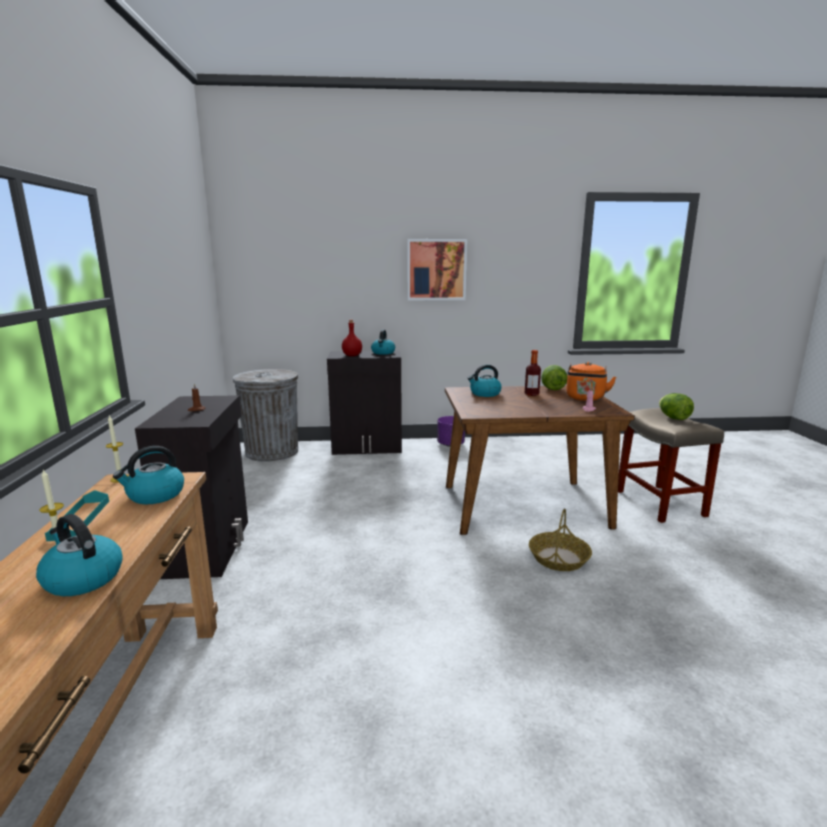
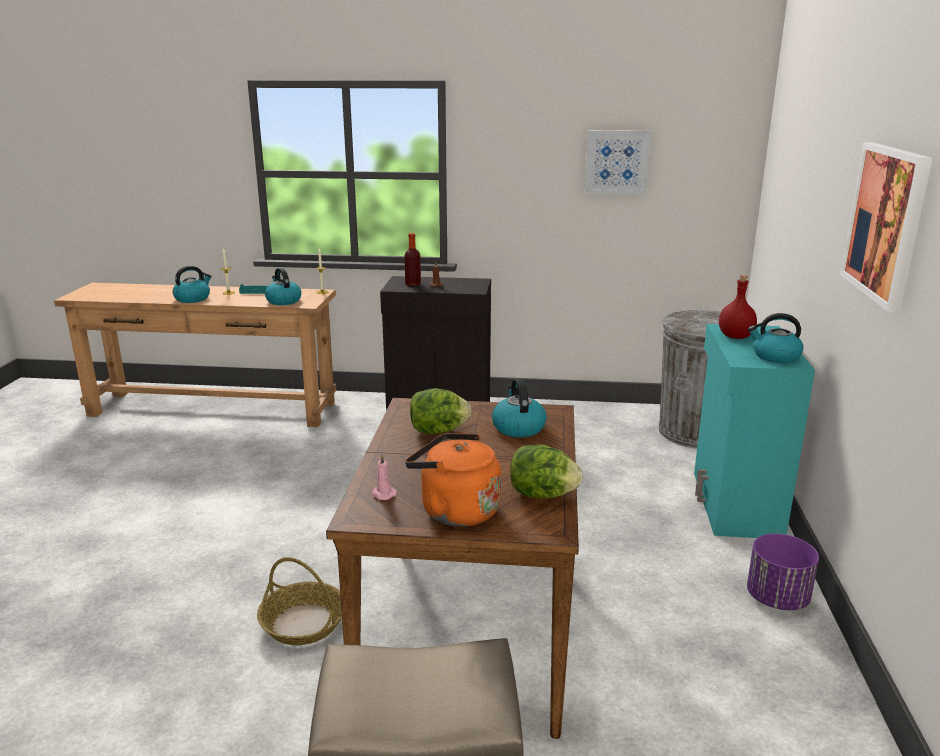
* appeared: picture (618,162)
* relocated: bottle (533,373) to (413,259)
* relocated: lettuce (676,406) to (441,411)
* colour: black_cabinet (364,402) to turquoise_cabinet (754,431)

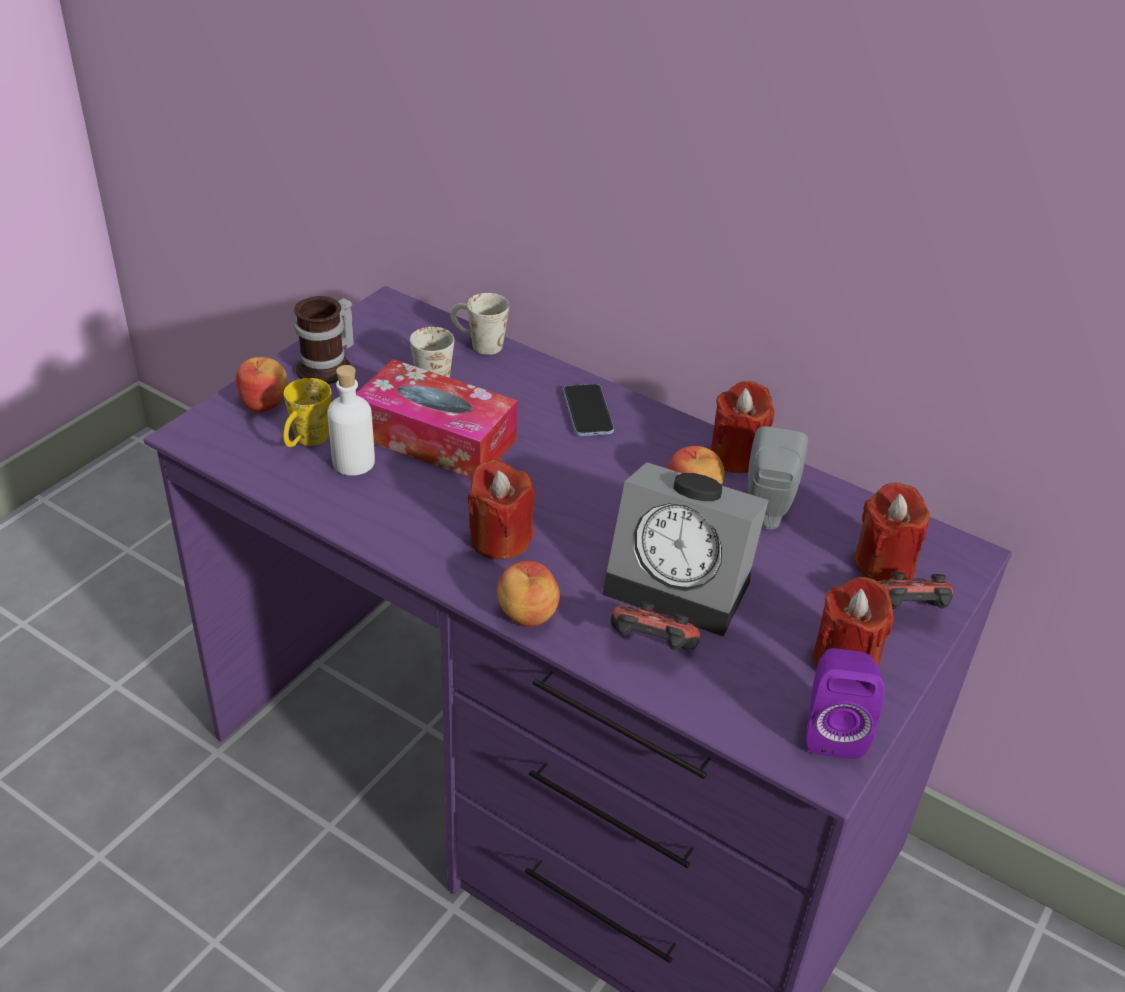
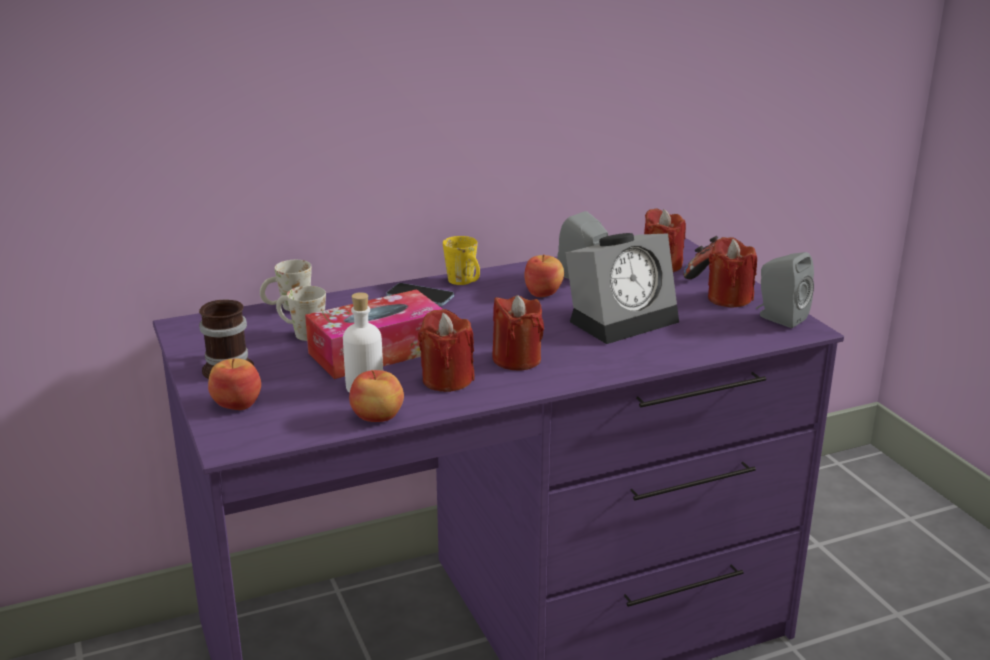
* missing: game_controller (655,625)
* relocated: yellow_mug (307,412) to (461,260)
* relocated: apple (528,594) to (376,396)
* relocated: red_candle (742,427) to (446,350)
* colour: purple_speaker (845,703) to grey_speaker (785,290)

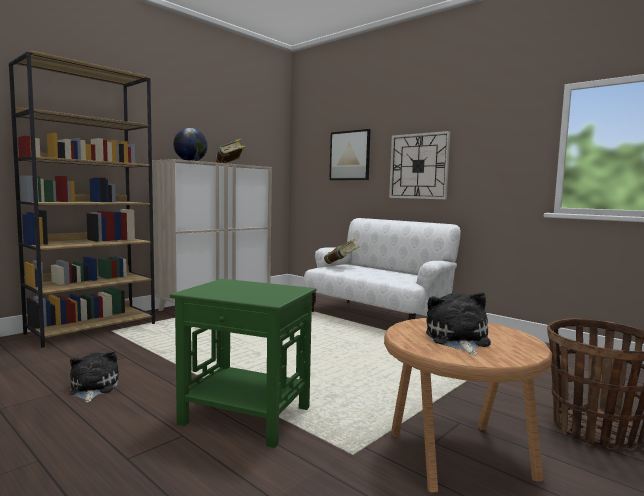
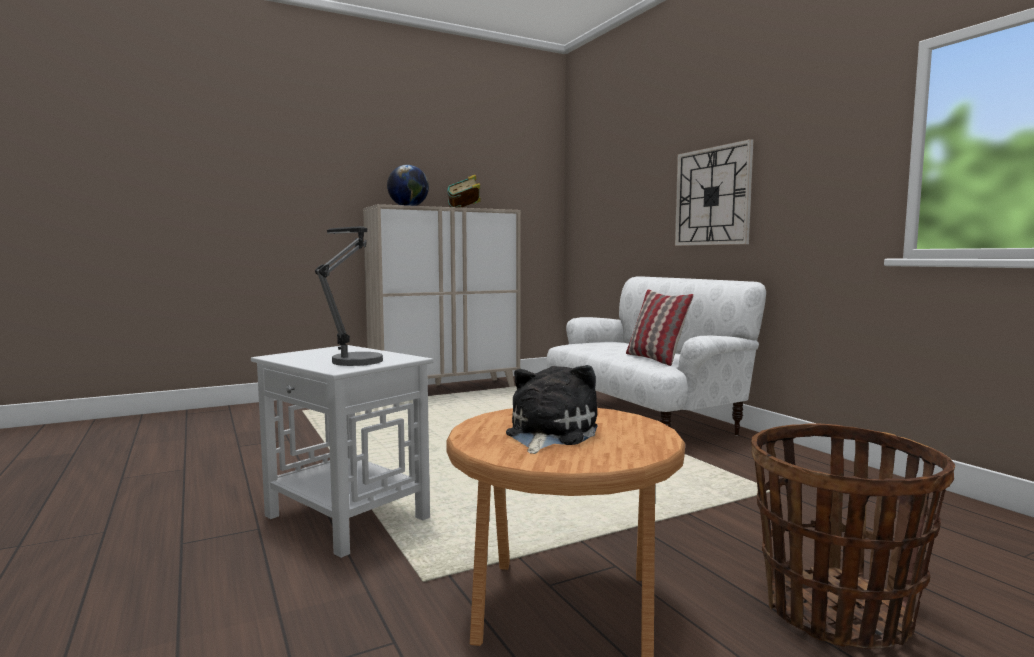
* missing: brown_bookcase (82,199)
* missing: plush_toy (94,377)
* missing: book (341,251)
* missing: picture (350,154)
* appeared: table_lamp (349,296)
* appeared: pillow (660,327)
* colour: green_side_table (243,363) to white_side_table (342,451)

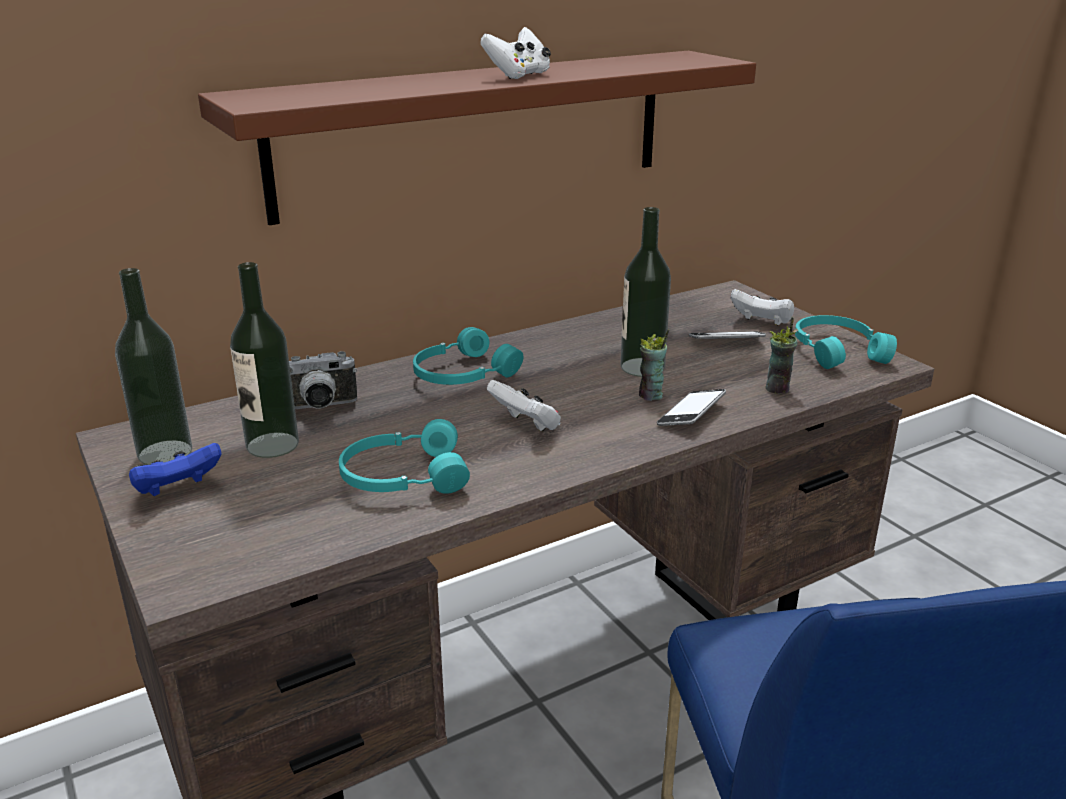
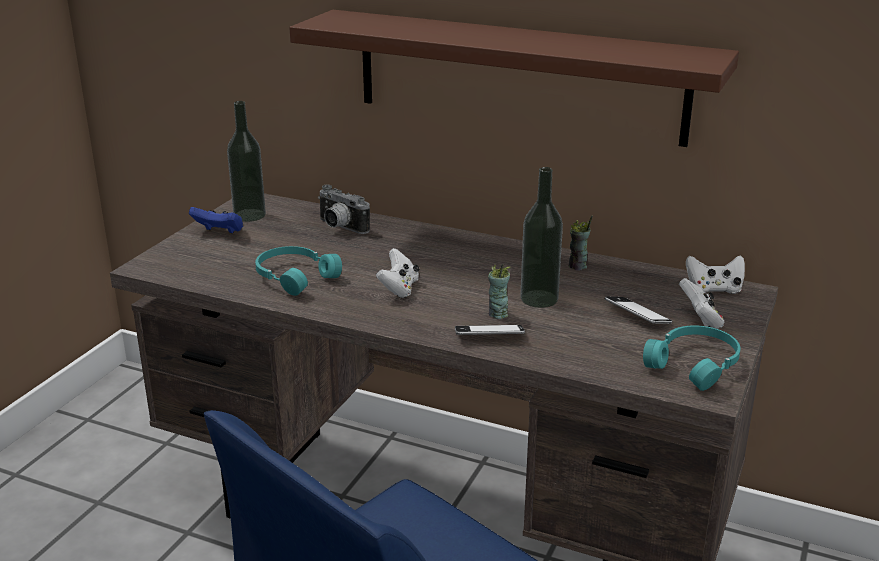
* missing: bottle (264,360)
* missing: turquoise_headphones (468,356)
* relocated: white_game_controller (516,53) to (715,274)
* relocated: cup (781,355) to (580,242)

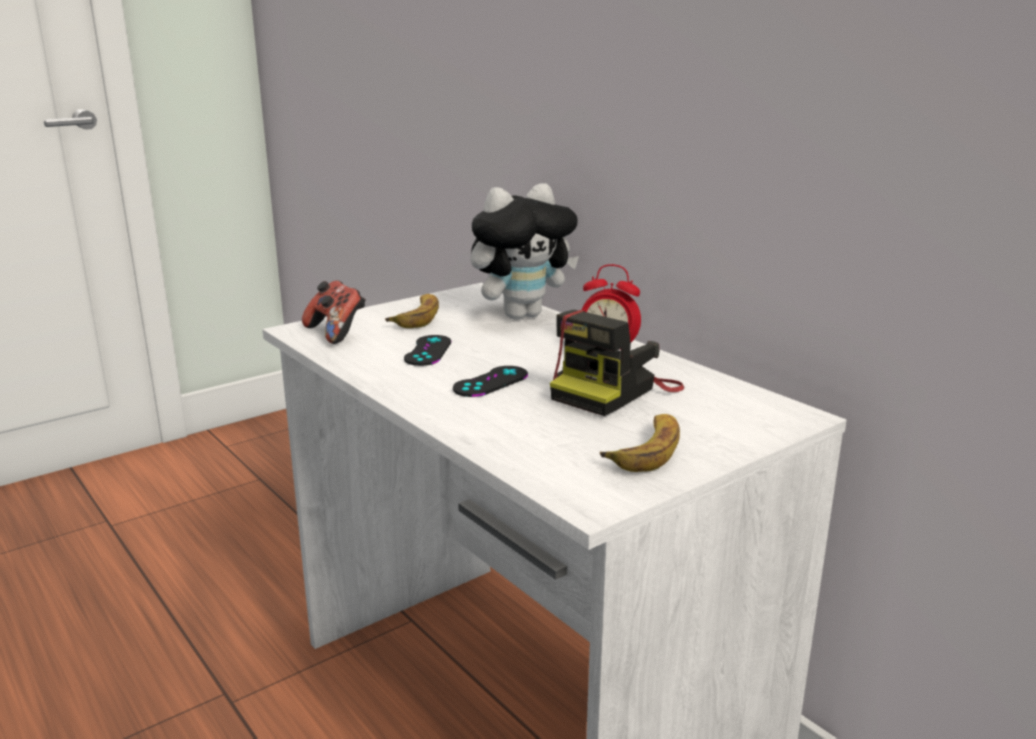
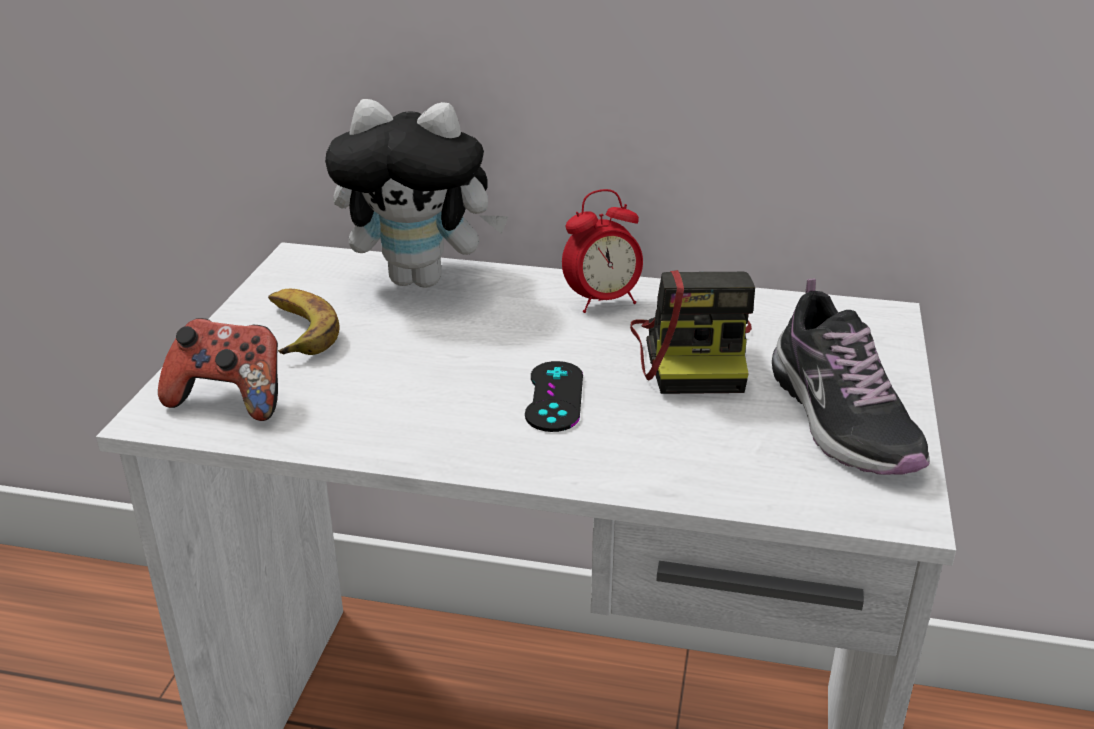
* missing: black_game_controller (427,350)
* exchanged: banana (640,443) to shoe (851,377)
* spun: plush_toy (524,251) = (417,193) 75 degrees clockwise

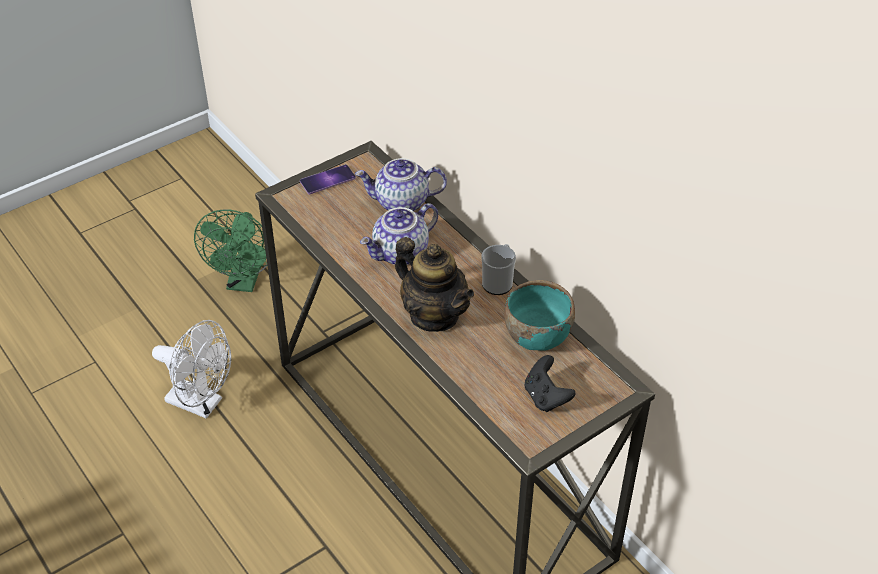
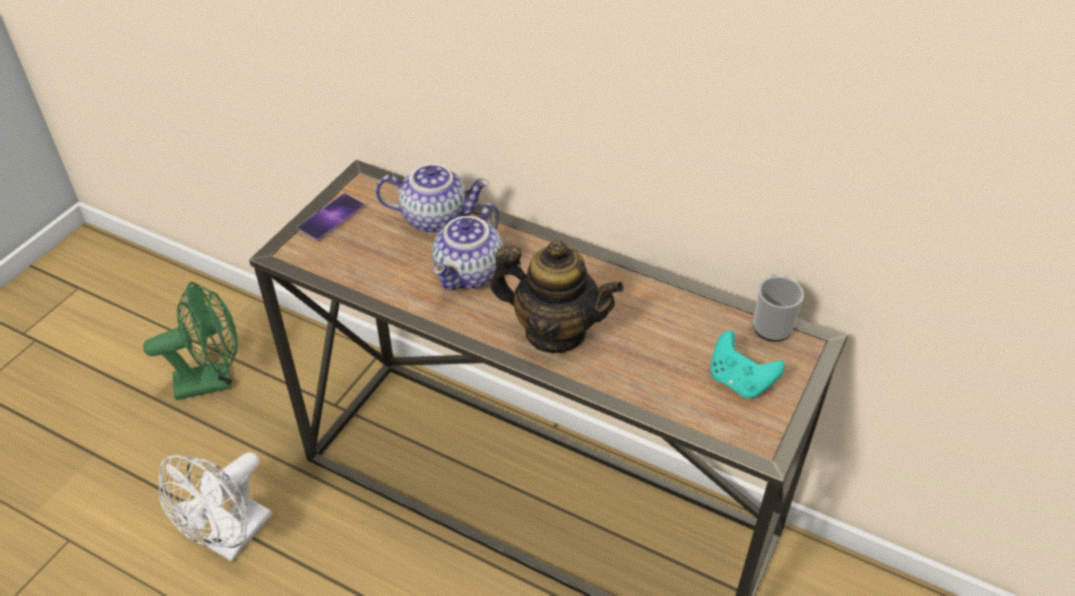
* missing: turquoise_bowl (539,315)
* relocated: mug (499,269) to (778,308)
* colour: black_game_controller (549,383) to turquoise_game_controller (747,365)
* spun: white_fan (191,369) = (215,507) 120 degrees clockwise
* spun: green_fan (231,251) = (190,341) 90 degrees counterclockwise
* spun: teapot (401,184) = (432,199) 150 degrees counterclockwise

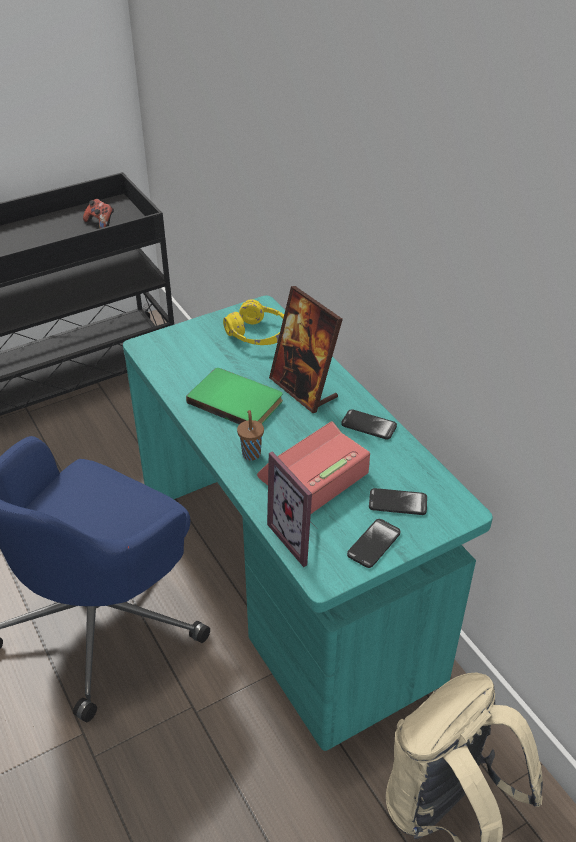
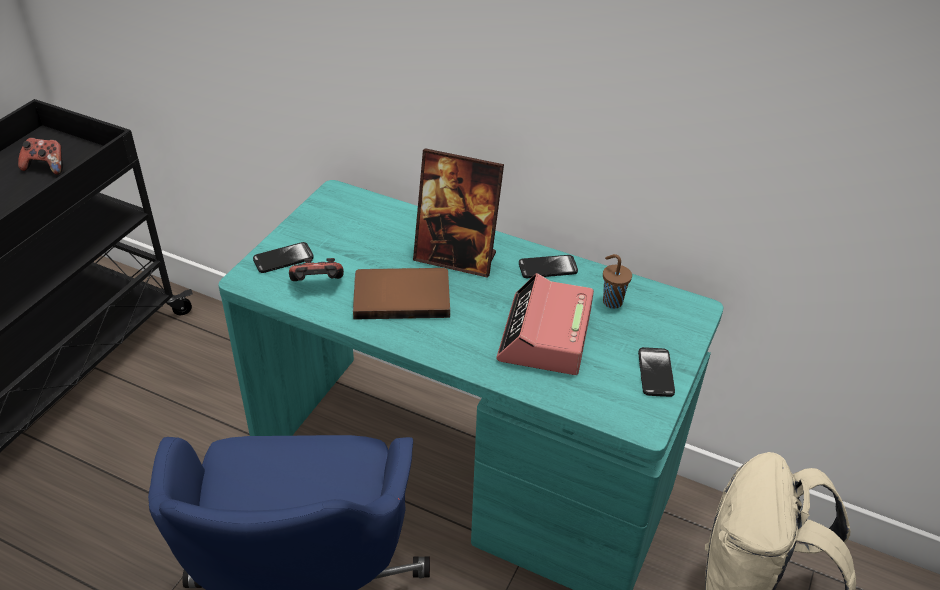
* missing: yellow_headphones (253,322)
* missing: picture_frame (289,509)
* appeared: game_controller (316,269)
* relocated: brown_cup (250,435) to (617,281)
* relocated: phone (398,501) to (283,257)
* colour: green_book (234,396) to brown_book (401,293)

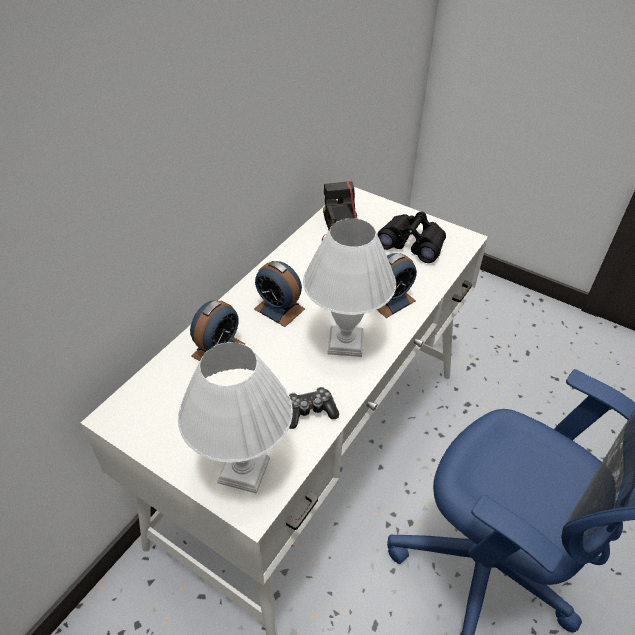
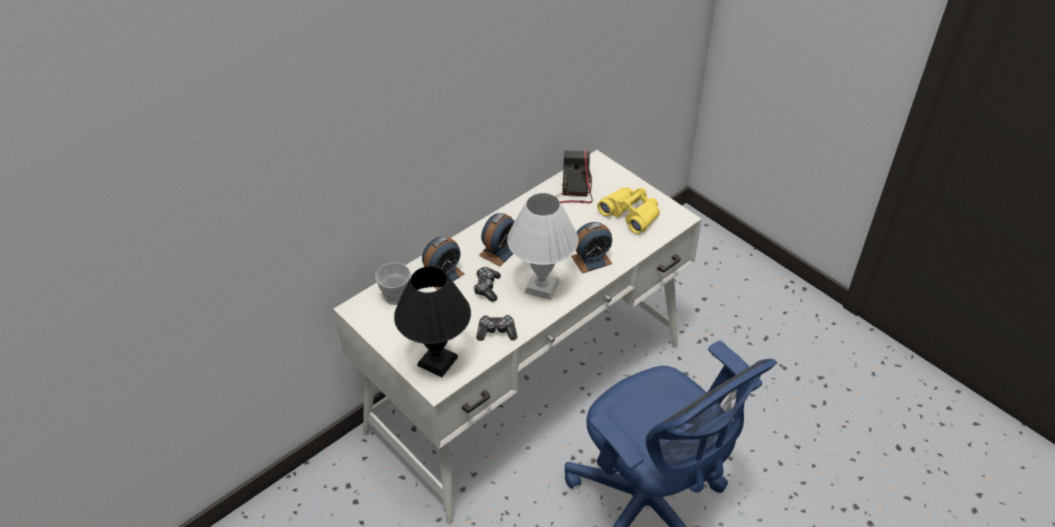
* appeared: cup (393,284)
* appeared: game_controller (487,284)
* colour: white_table_lamp (235,418) to black_table_lamp (432,321)
* colour: black_binoculars (411,237) to yellow_binoculars (628,211)
* spun: alarm_clock (279,294) = (497,240) 105 degrees counterclockwise

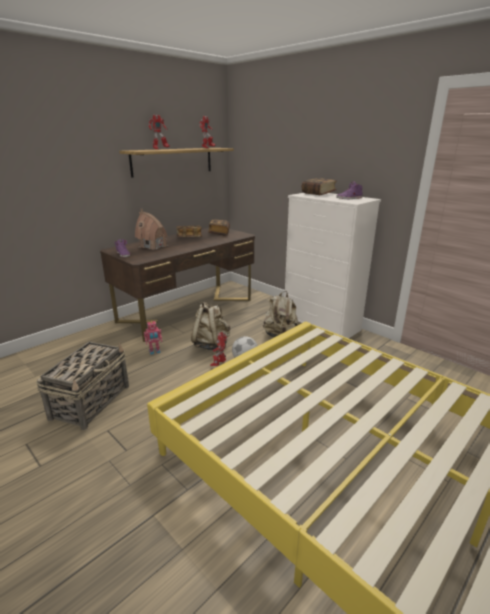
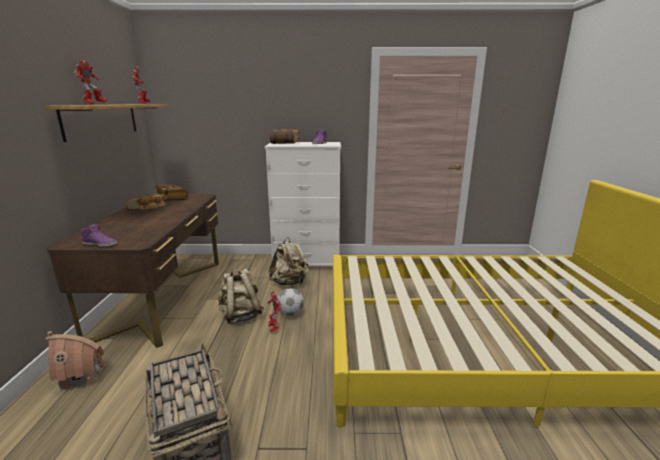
* missing: toy_robot (153,338)
* relocated: toy_house (151,229) to (76,361)

